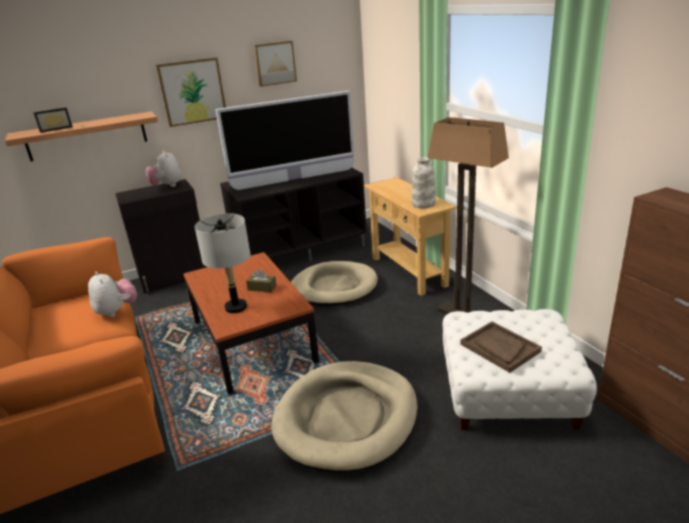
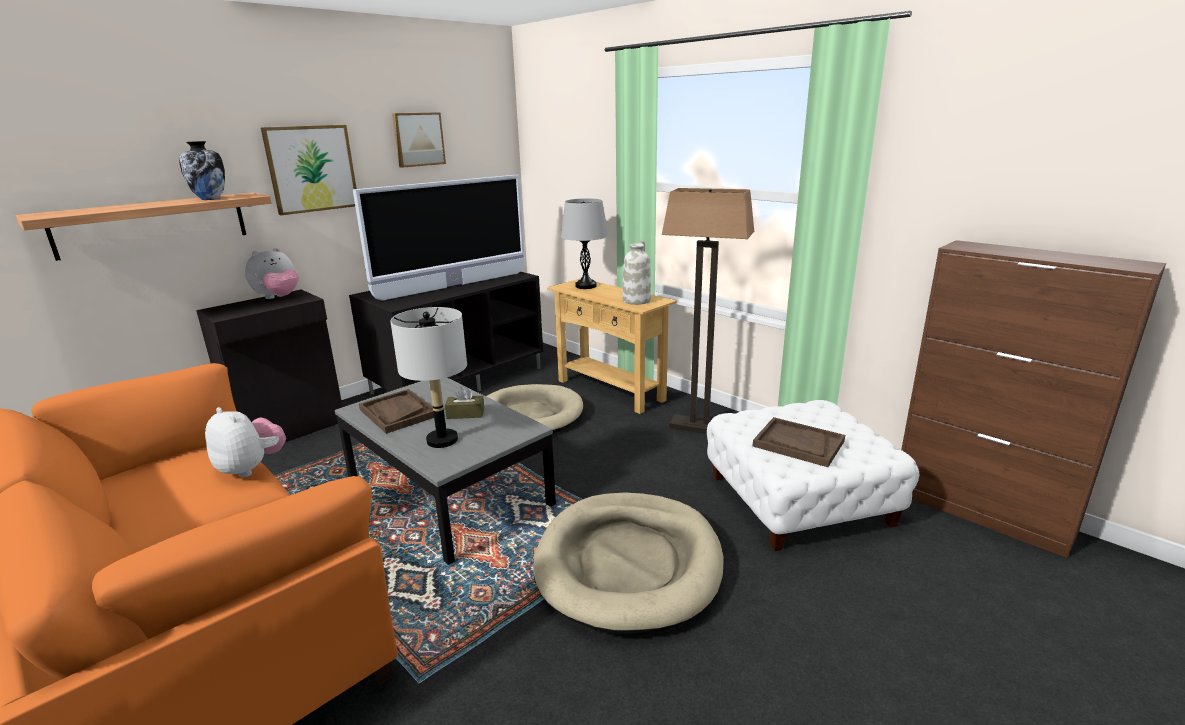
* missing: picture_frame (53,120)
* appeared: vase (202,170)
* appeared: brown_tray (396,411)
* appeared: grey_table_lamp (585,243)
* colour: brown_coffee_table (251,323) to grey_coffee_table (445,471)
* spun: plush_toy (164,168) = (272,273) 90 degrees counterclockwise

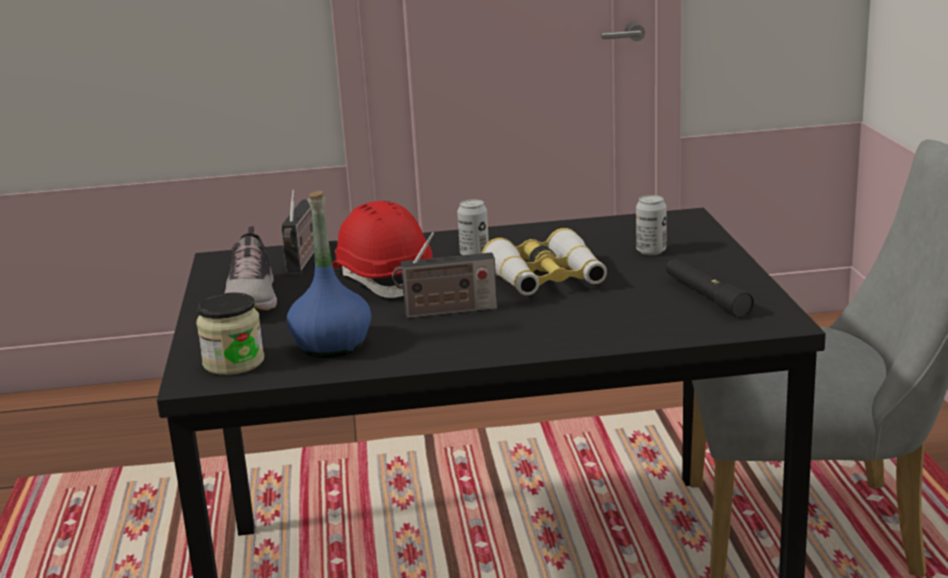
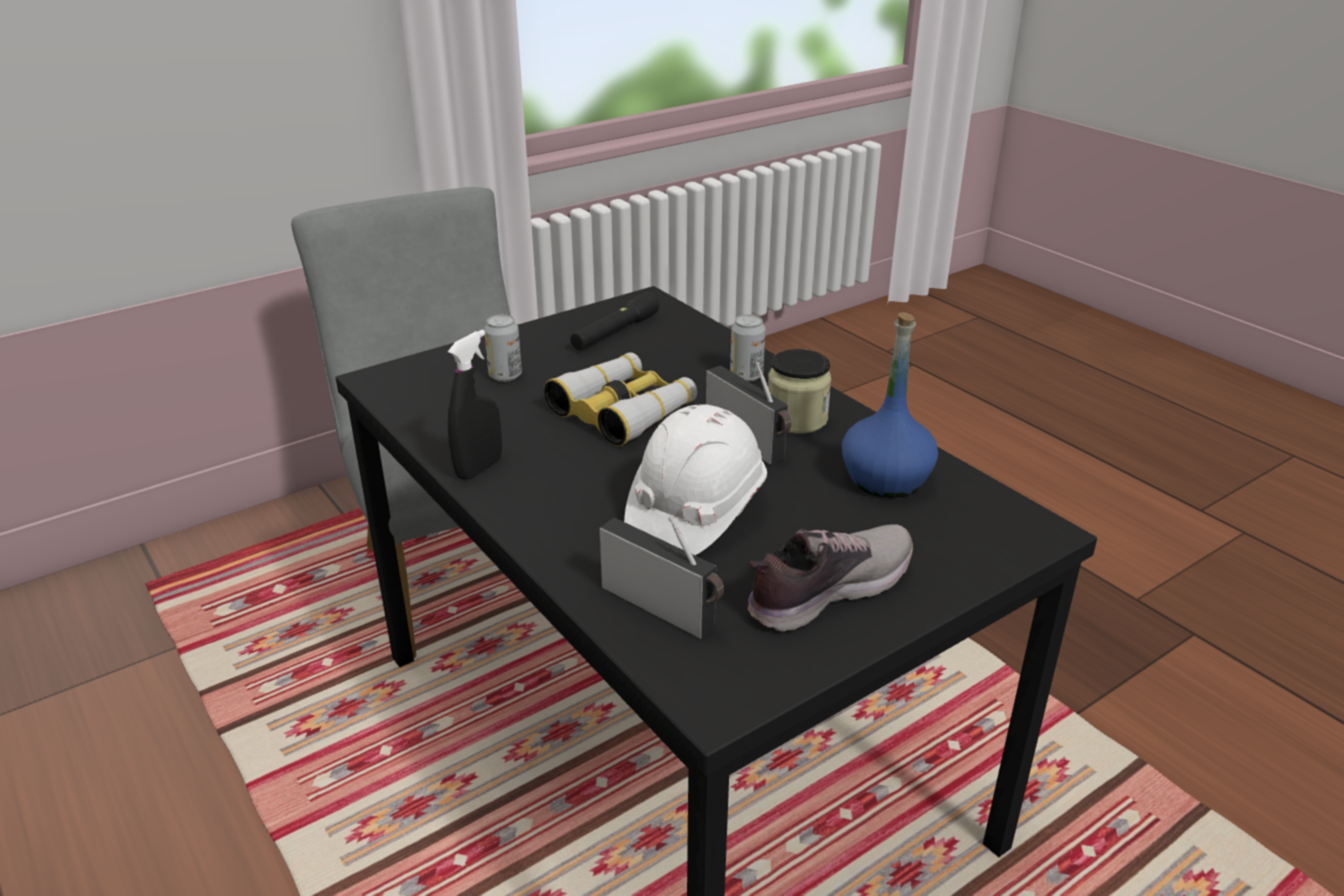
* appeared: black_spray_bottle (475,405)
* relocated: jar (230,334) to (800,391)
* relocated: can (473,227) to (747,348)
* colour: red_hard_hat (382,249) to white_hard_hat (695,479)
* spun: radio (297,231) = (662,578) 60 degrees clockwise

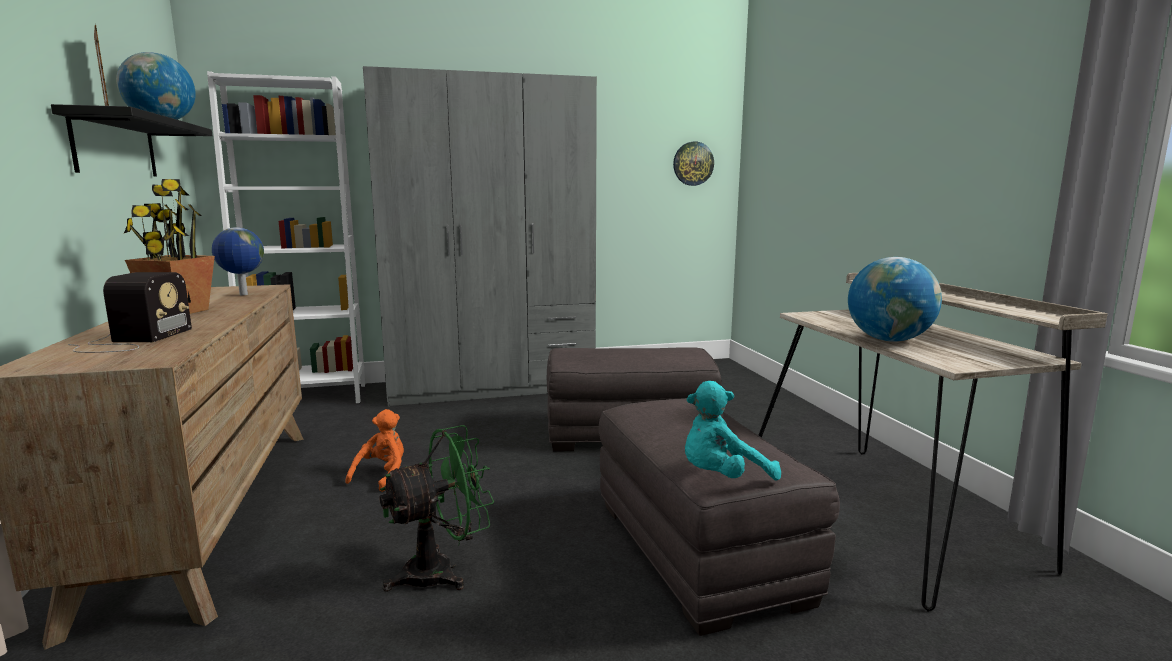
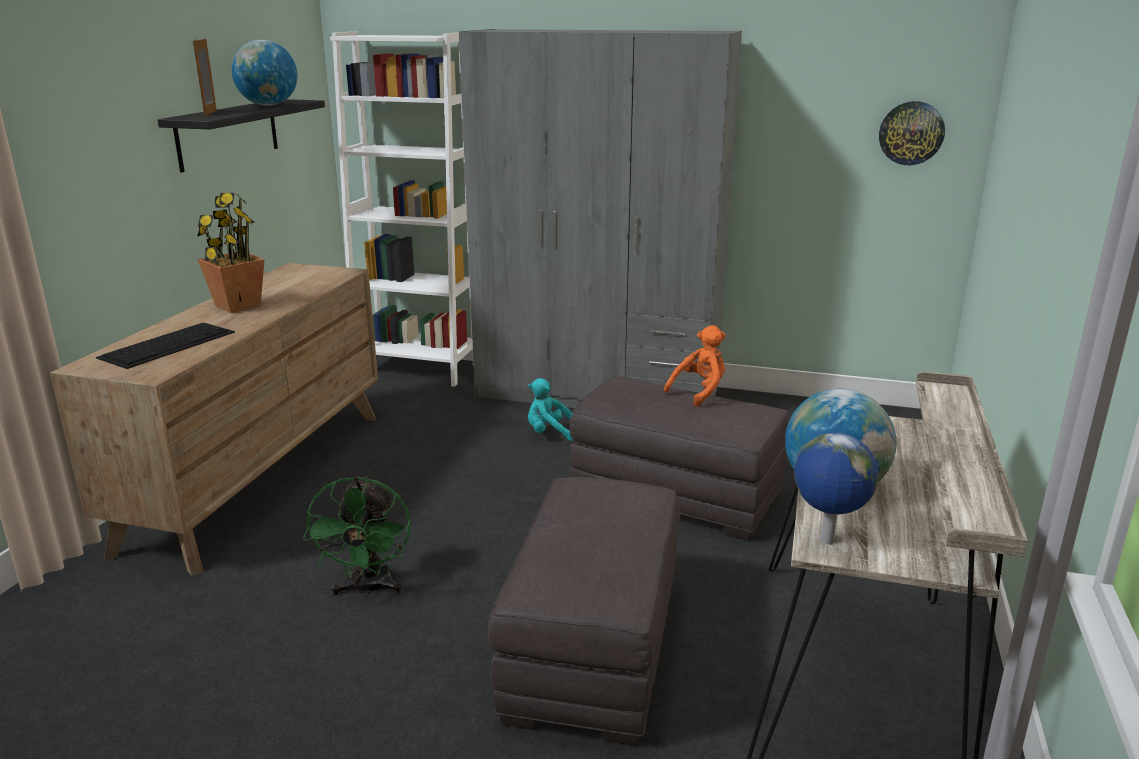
* relocated: globe (238,261) to (836,488)
* relocated: orange_plush_toy (374,450) to (695,366)
* relocated: turquoise_plush_toy (733,430) to (550,409)
* exchanged: radio (130,312) to keyboard (165,346)
* spun: green_fan (436,508) = (357,536) 90 degrees clockwise

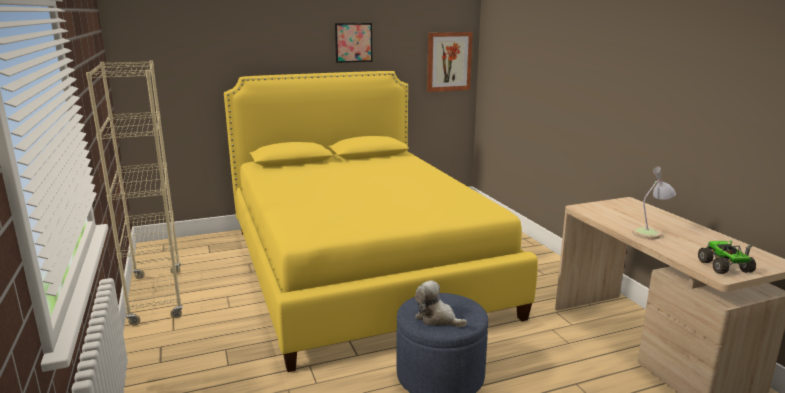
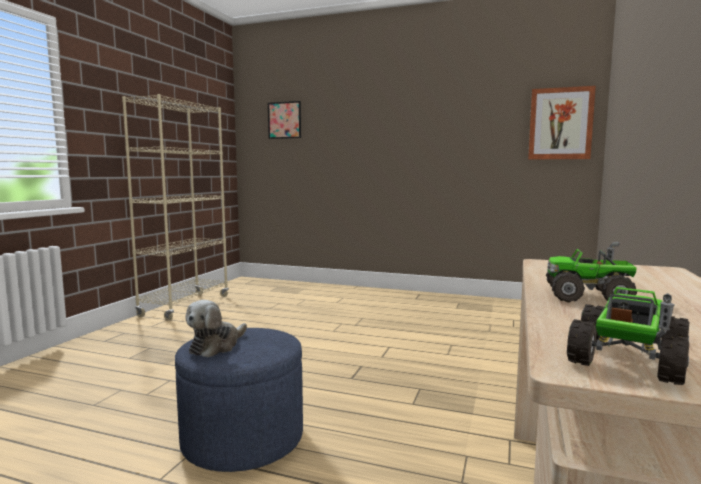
* missing: yellow_bed (381,221)
* relocated: picture (353,43) to (284,120)
* exchanged: table_lamp (654,203) to toy_truck (591,272)
* spun: plush_toy (441,303) = (216,328) 135 degrees counterclockwise

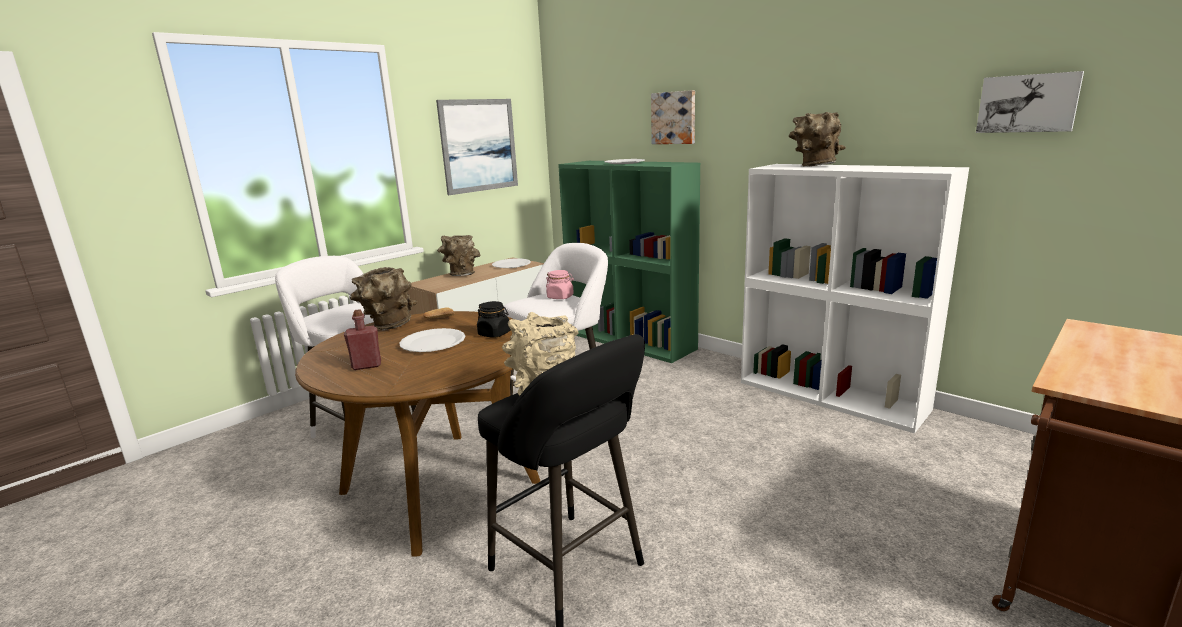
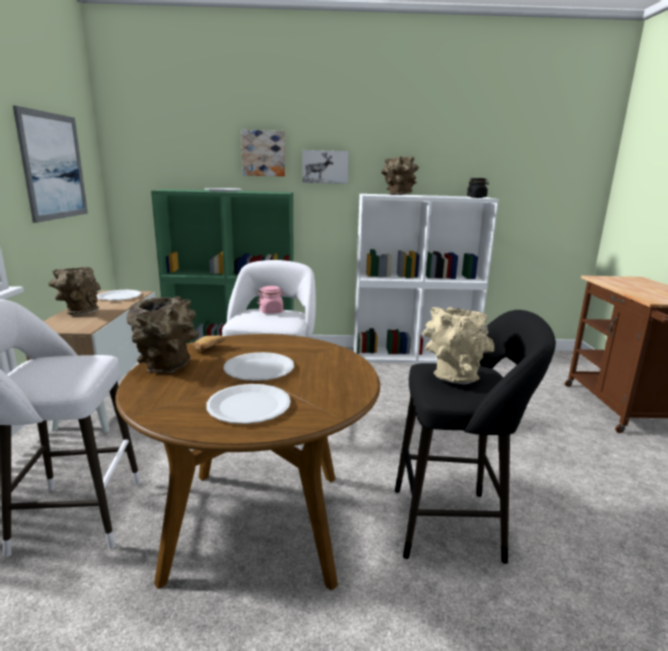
* relocated: black_jar (494,319) to (478,188)
* relocated: picture (1030,102) to (325,167)
* exchanged: red_bottle (362,340) to white_plate (248,404)

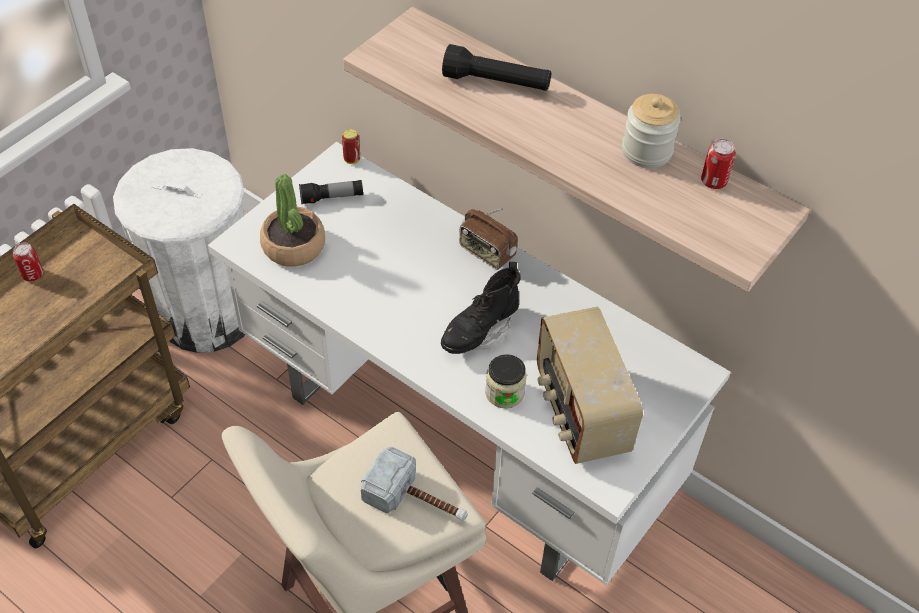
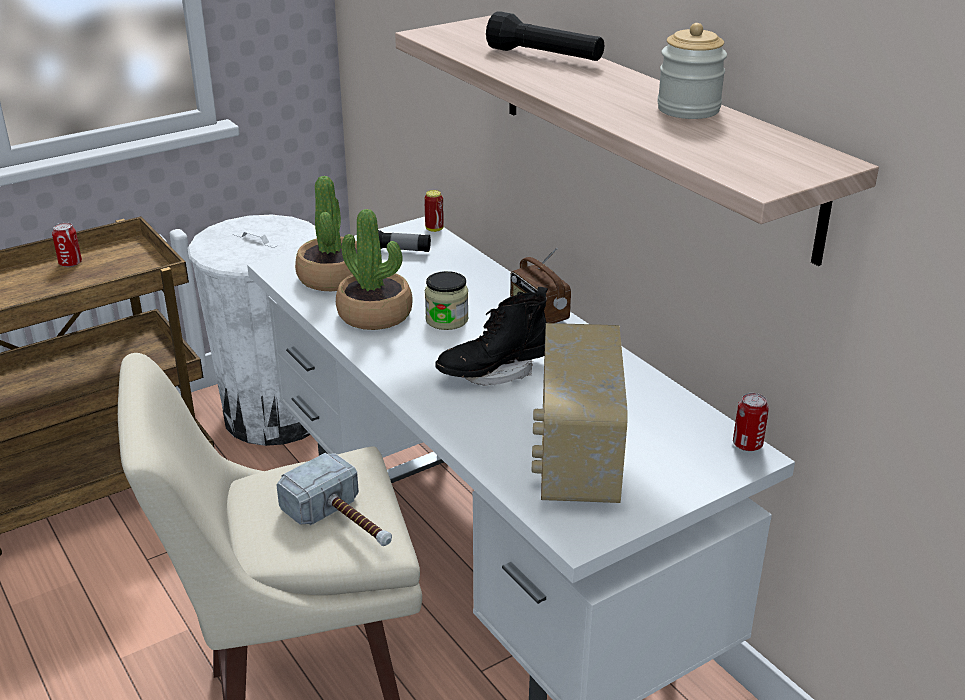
* appeared: potted_plant (374,269)
* relocated: jar (506,381) to (446,300)
* relocated: can (718,164) to (751,422)

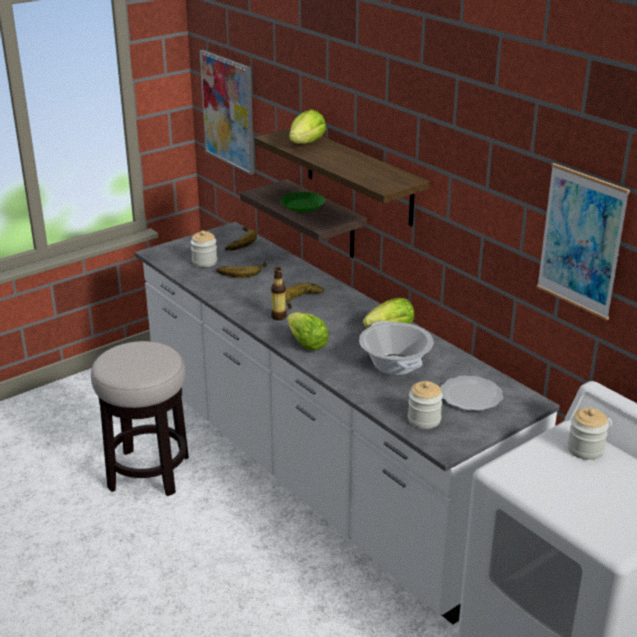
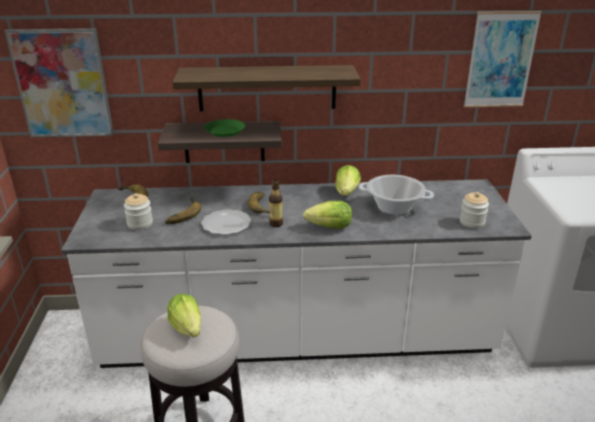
* missing: jar (588,434)
* relocated: lettuce (307,126) to (184,315)
* relocated: plate (471,393) to (226,222)

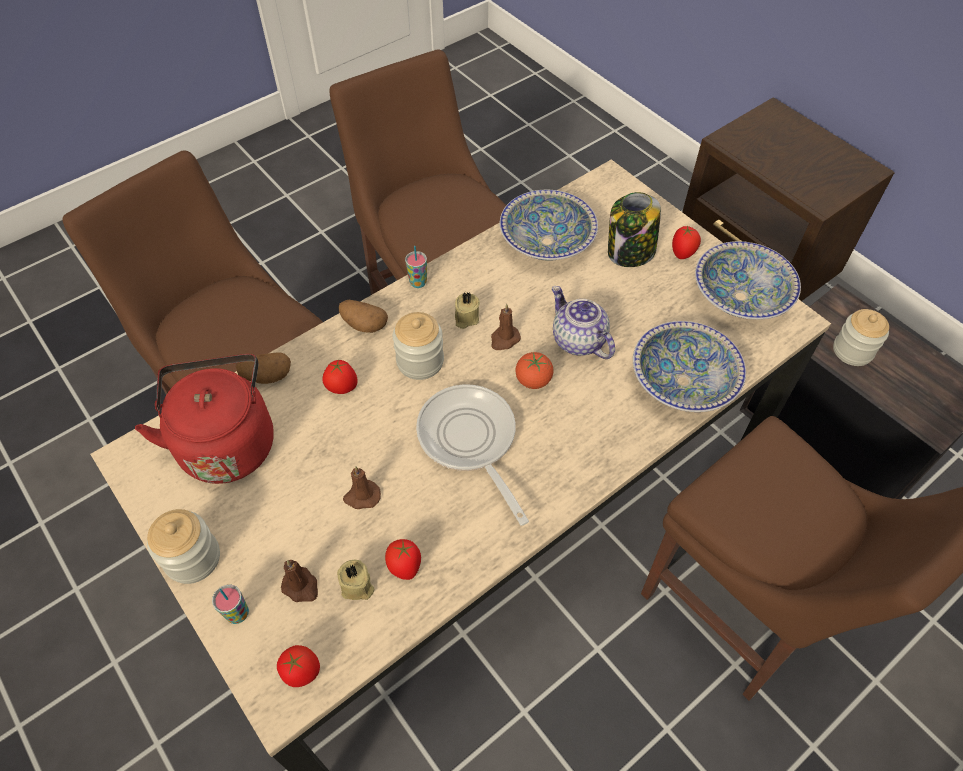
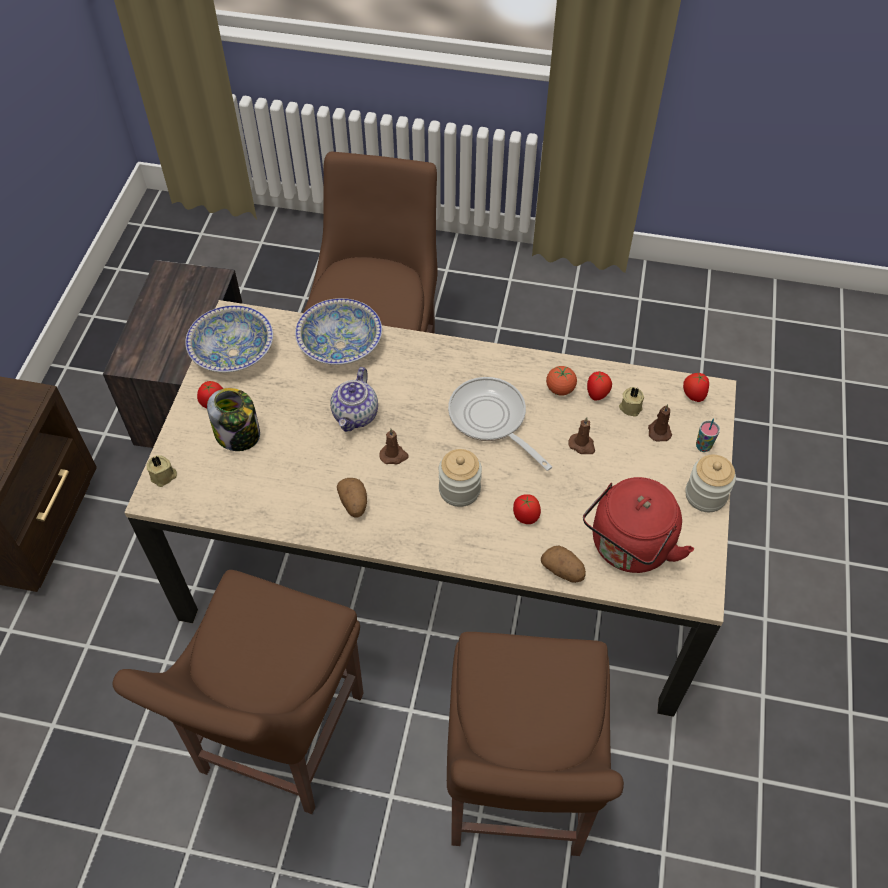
* missing: cup (416,267)
* missing: bowl (549,225)
* missing: jar (861,337)
* relocated: potato (363,316) to (352,497)
* relocated: beige_candle (467,310) to (162,471)
* relocated: tomato (534,370) to (561,381)
* spun: frying_pan (472,455) = (500,424) 120 degrees clockwise

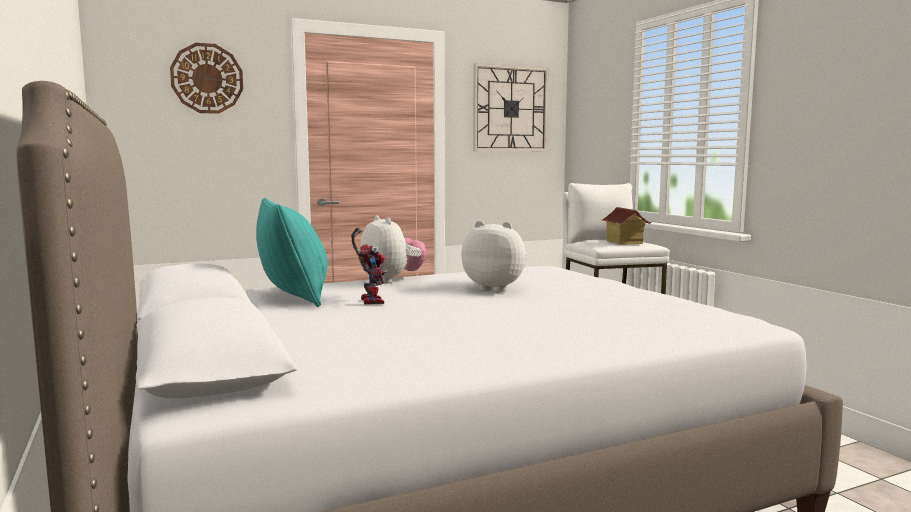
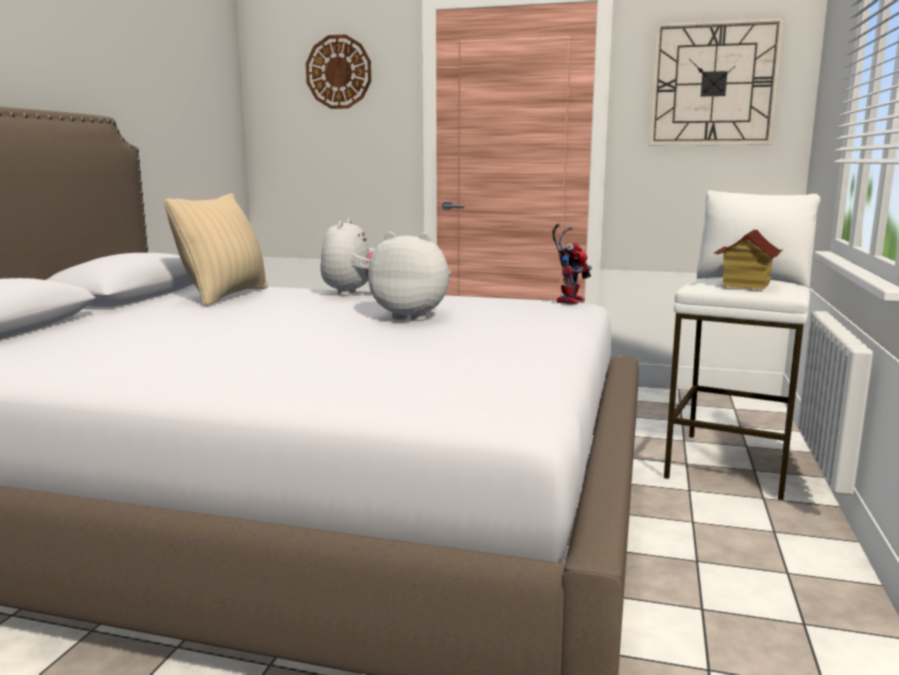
* relocated: toy_robot (369,266) to (572,264)
* colour: turquoise_pillow (291,252) to beige_pillow (216,250)
* spun: plush_toy (494,256) = (409,276) 45 degrees counterclockwise

